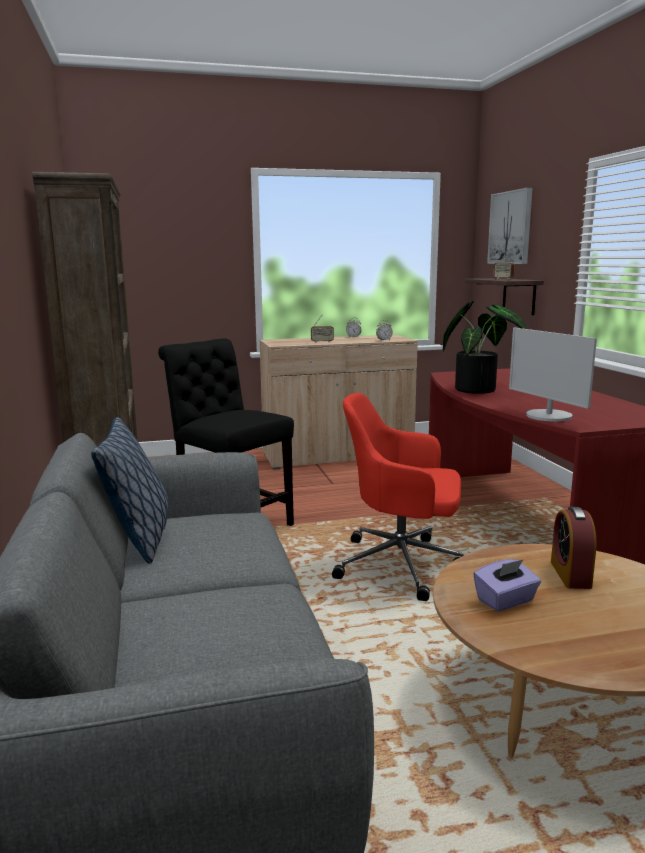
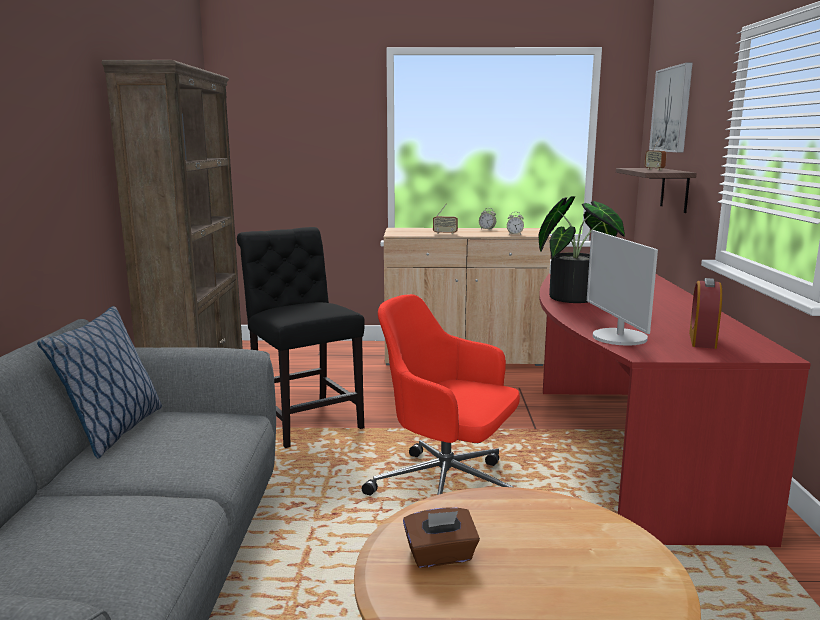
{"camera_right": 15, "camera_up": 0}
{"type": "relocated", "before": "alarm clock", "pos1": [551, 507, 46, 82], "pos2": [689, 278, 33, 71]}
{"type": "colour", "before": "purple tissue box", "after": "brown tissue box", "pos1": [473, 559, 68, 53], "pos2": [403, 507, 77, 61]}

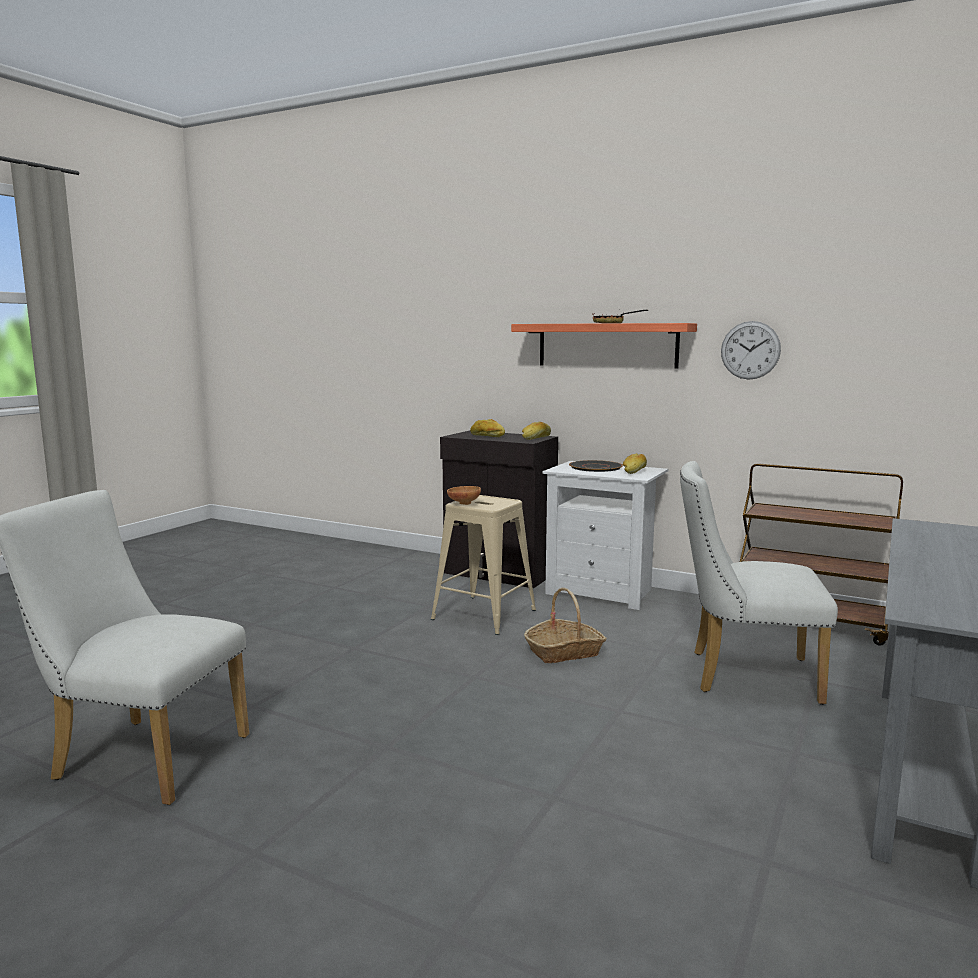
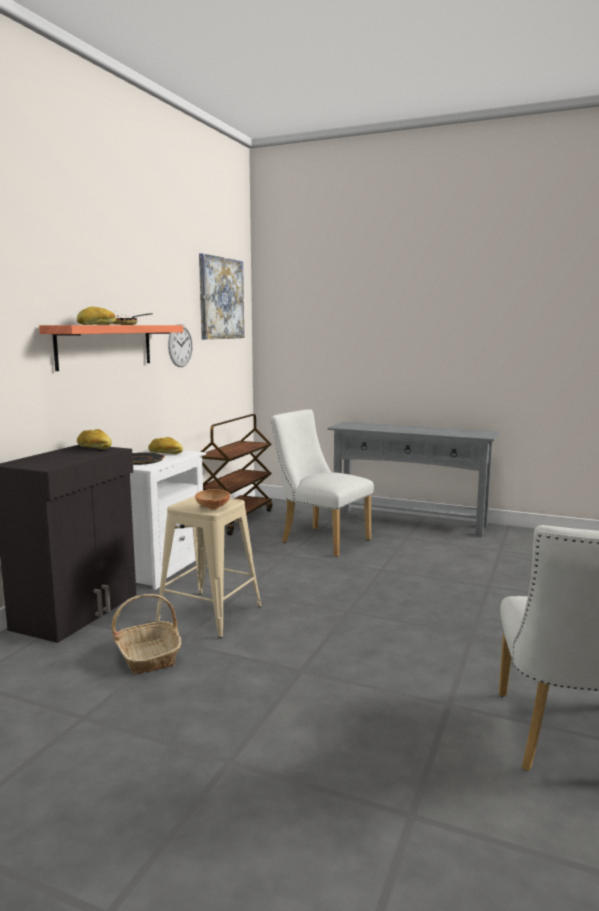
{"camera_right": -95, "camera_up": 0}
{"type": "appeared", "after": "picture", "pos2": [199, 253, 45, 86]}
{"type": "relocated", "before": "bread", "pos1": [470, 419, 35, 18], "pos2": [77, 306, 39, 19]}
{"type": "relocated", "before": "basket", "pos1": [524, 588, 82, 75], "pos2": [112, 594, 69, 80]}
{"type": "spun", "before": "white chair", "pos1": [680, 461, 158, 244], "pos2": [270, 409, 104, 148], "turn": 120}

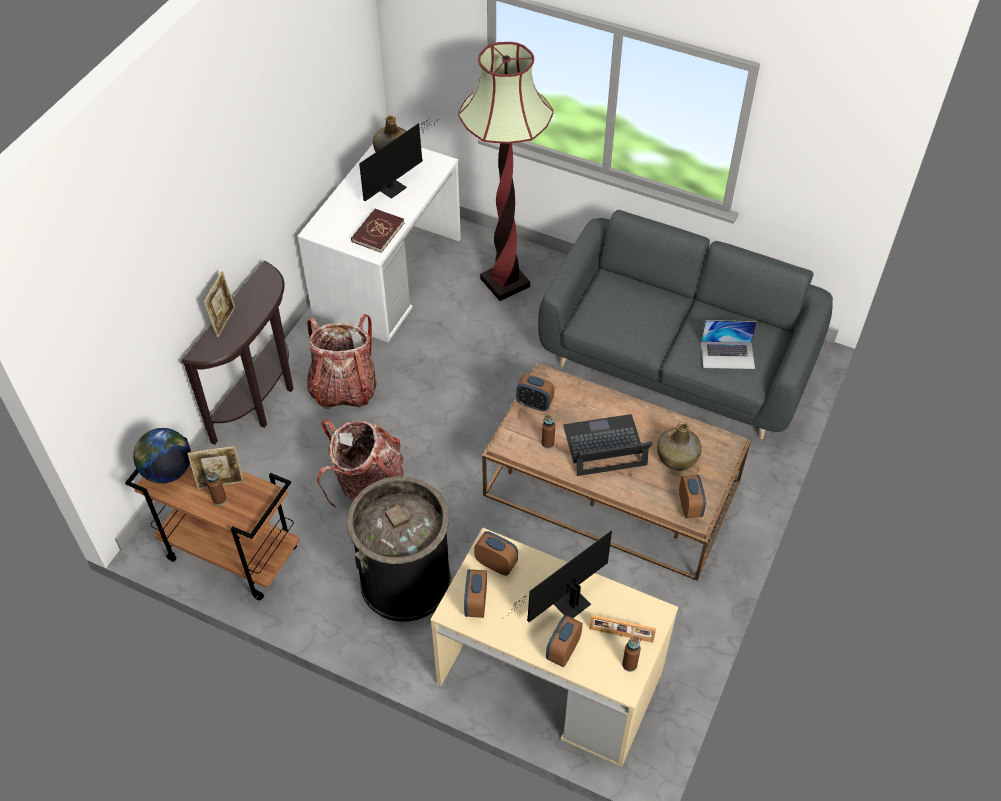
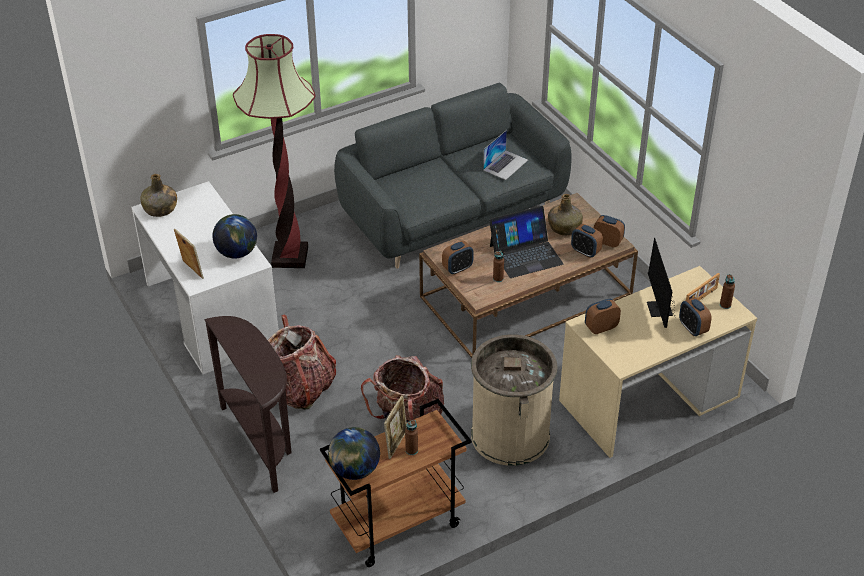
{"camera_right": -55, "camera_up": -10}
{"type": "missing", "before": "monitor", "pos1": [359, 118, 74, 83]}
{"type": "relocated", "before": "picture frame", "pos1": [204, 271, 31, 66], "pos2": [174, 228, 30, 51]}
{"type": "relocated", "before": "alarm clock", "pos1": [464, 569, 23, 49], "pos2": [571, 224, 32, 34]}
{"type": "exchanged", "before": "red book", "after": "globe", "pos1": [351, 209, 53, 44], "pos2": [212, 214, 45, 44]}
{"type": "colour", "before": "black trash can", "after": "beige trash can", "pos1": [347, 476, 104, 146], "pos2": [471, 335, 87, 131]}
{"type": "spun", "before": "laptop", "pos1": [563, 414, 90, 62], "pos2": [489, 206, 75, 72], "turn": -135}

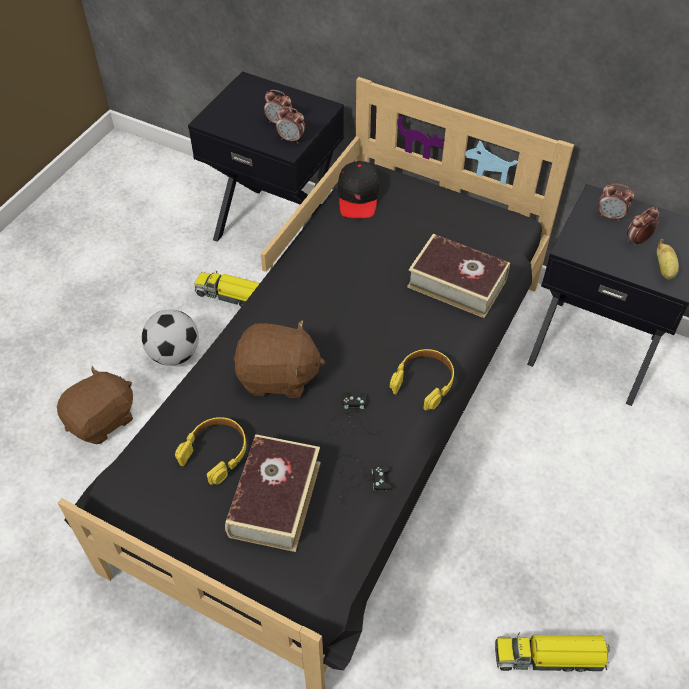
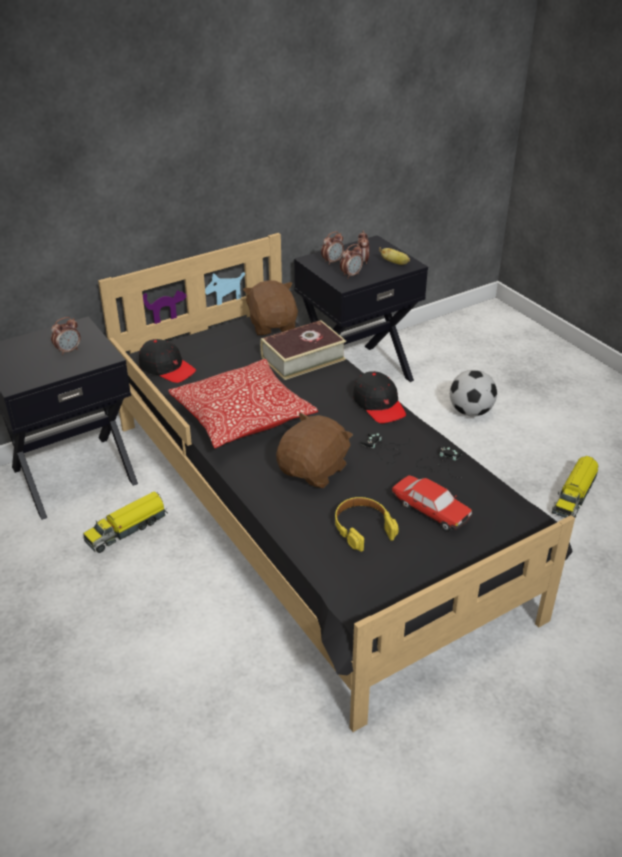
{"camera_right": -60, "camera_up": -15}
{"type": "appeared", "after": "pillow", "pos2": [168, 359, 150, 89]}
{"type": "relocated", "before": "brown plush toy", "pos1": [57, 366, 76, 78], "pos2": [243, 280, 55, 55]}
{"type": "relocated", "before": "football", "pos1": [142, 309, 57, 57], "pos2": [450, 370, 47, 47]}
{"type": "relocated", "before": "alarm clock", "pos1": [276, 107, 29, 36], "pos2": [340, 244, 23, 34]}
{"type": "exchanged", "before": "book", "after": "toy car", "pos1": [225, 434, 96, 118], "pos2": [392, 475, 80, 57]}
{"type": "exchanged", "before": "yellow headphones", "after": "black cap", "pos1": [390, 349, 64, 61], "pos2": [353, 371, 53, 53]}

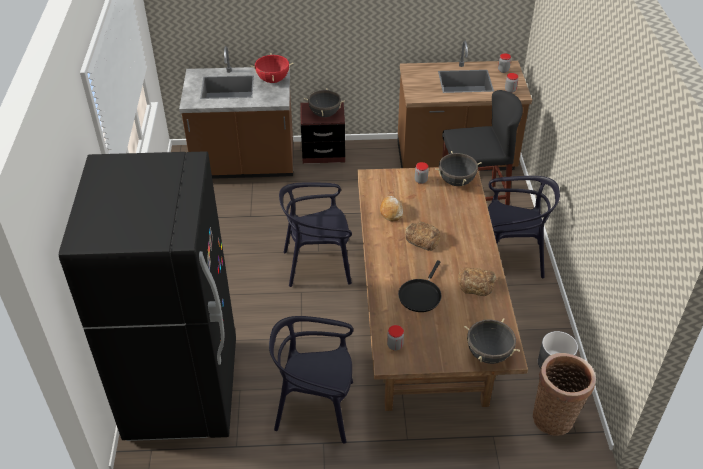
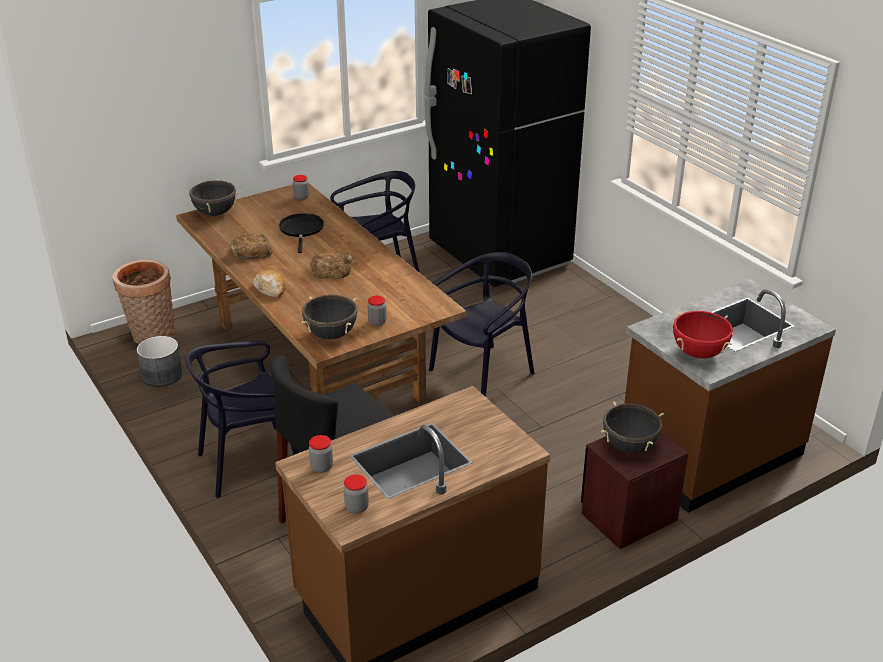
{"camera_right": 150, "camera_up": -10}
{"type": "relocated", "before": "bread", "pos1": [380, 196, 23, 25], "pos2": [253, 270, 33, 28]}

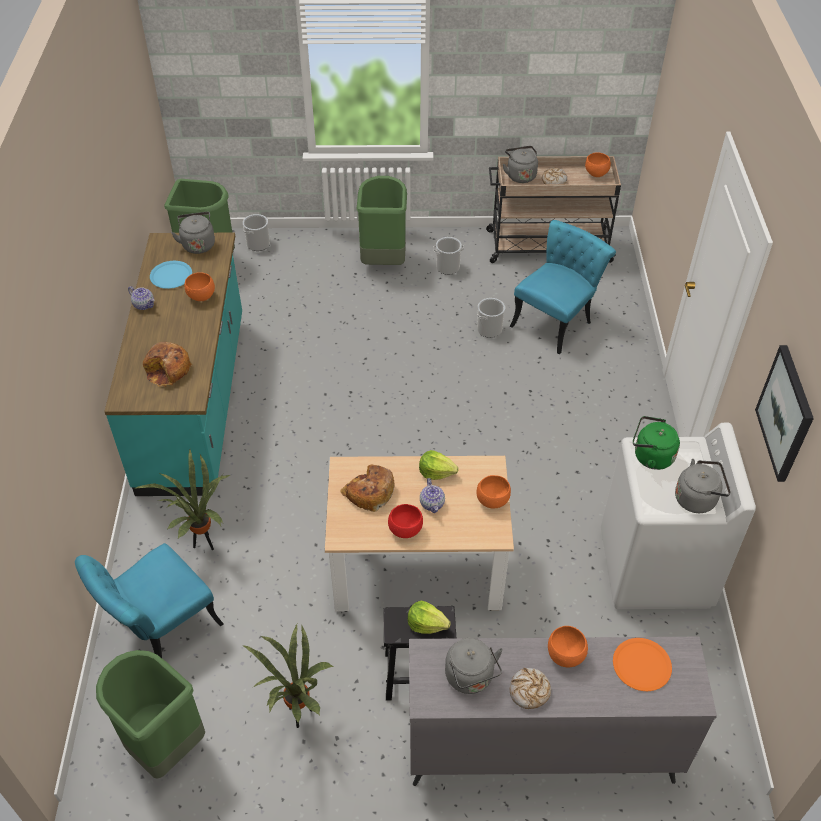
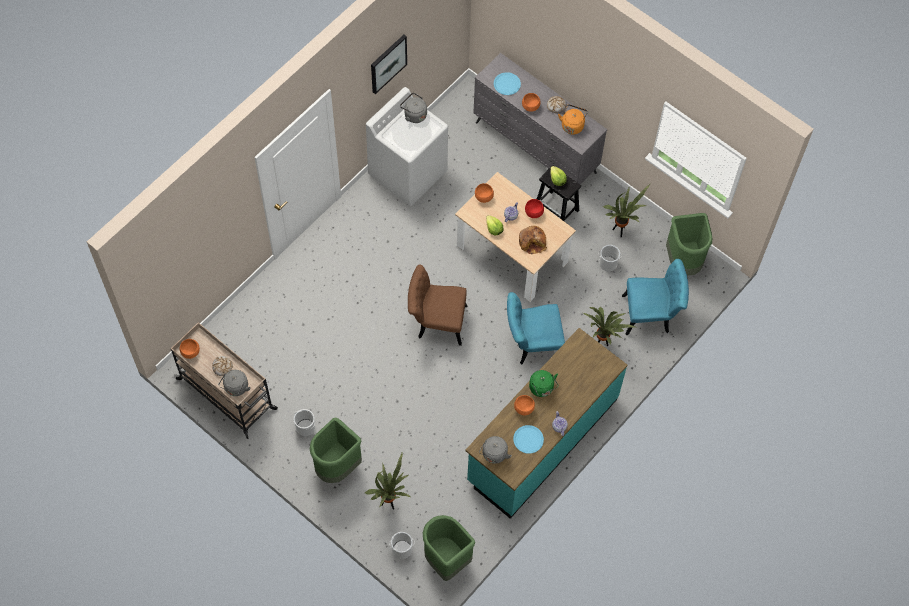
{"camera_right": -140, "camera_up": 15}
{"type": "missing", "before": "bread", "pos1": [143, 342, 49, 45]}
{"type": "appeared", "after": "potted plant", "pos2": [365, 452, 46, 58]}
{"type": "appeared", "after": "brown chair", "pos2": [408, 264, 59, 82]}
{"type": "relocated", "before": "bucket", "pos1": [477, 298, 28, 40], "pos2": [598, 245, 24, 27]}
{"type": "relocated", "before": "turquoise chair", "pos1": [510, 220, 106, 134], "pos2": [507, 292, 58, 73]}
{"type": "relocated", "before": "green kettle", "pos1": [633, 416, 47, 54], "pos2": [529, 370, 29, 27]}
{"type": "colour", "before": "grey kettle", "after": "orange kettle", "pos1": [445, 638, 58, 56], "pos2": [558, 104, 30, 31]}
{"type": "colour", "before": "orange plate", "after": "blue plate", "pos1": [613, 638, 59, 53], "pos2": [494, 72, 27, 23]}

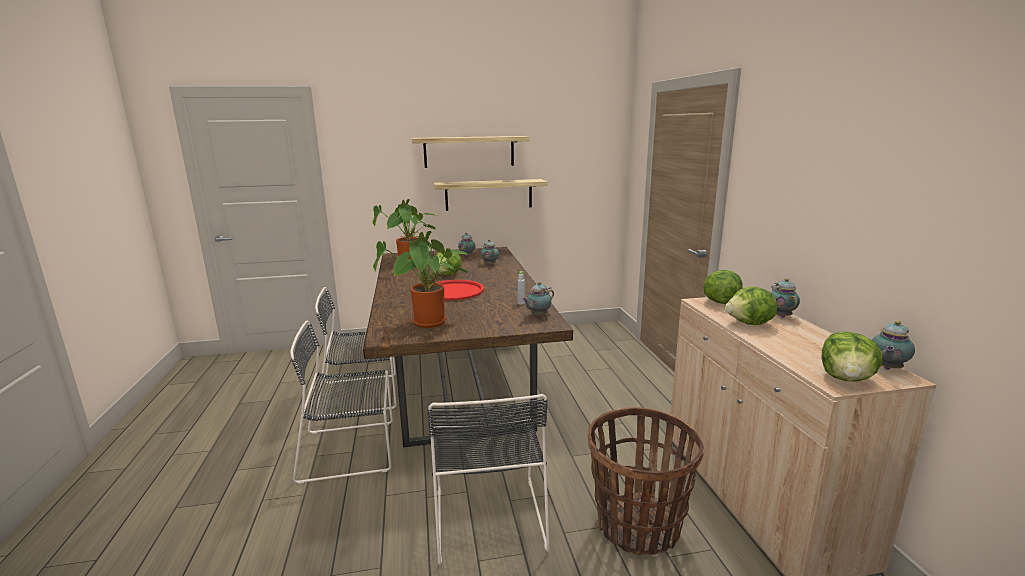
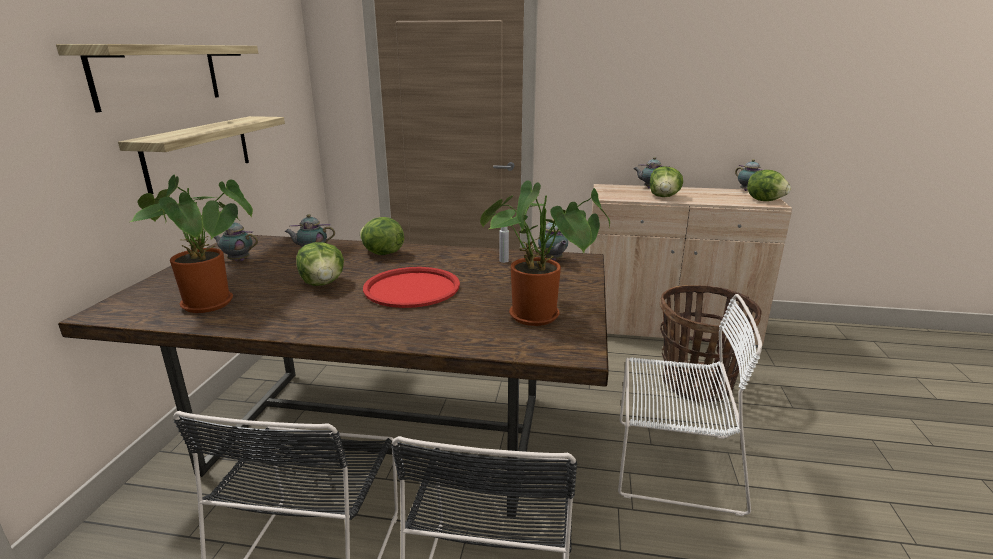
{"camera_right": -70, "camera_up": 5}
{"type": "relocated", "before": "lettuce", "pos1": [704, 270, 39, 34], "pos2": [360, 217, 44, 38]}
{"type": "colour", "before": "black chair", "after": "white chair", "pos1": [427, 394, 123, 171], "pos2": [618, 294, 144, 222]}

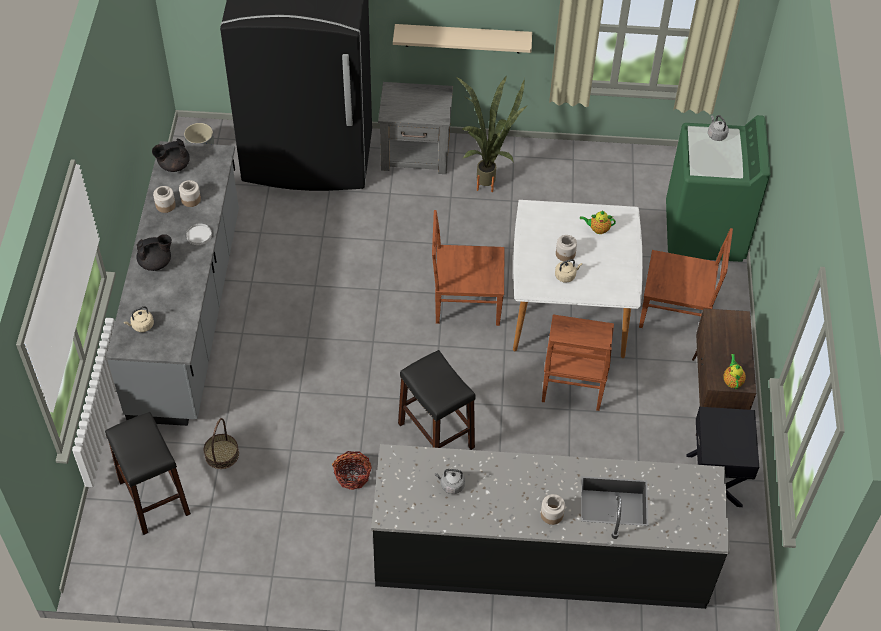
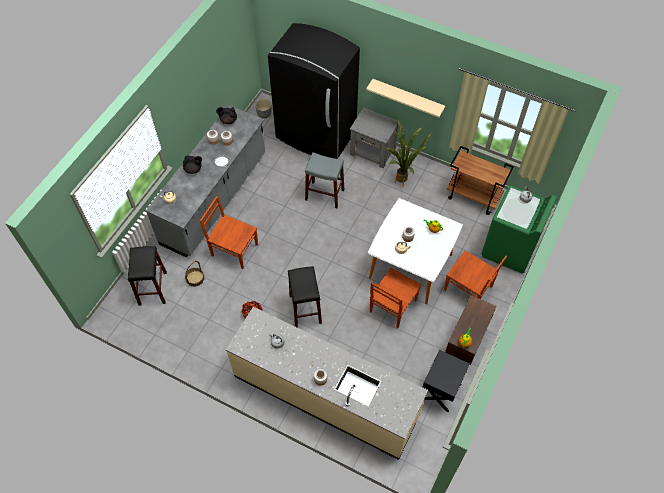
{"camera_right": 25, "camera_up": 5}
{"type": "appeared", "after": "grey stool", "pos2": [305, 152, 39, 56]}
{"type": "appeared", "after": "brown cart", "pos2": [447, 146, 67, 69]}
{"type": "relocated", "before": "brown chair", "pos1": [432, 210, 72, 116], "pos2": [200, 196, 58, 73]}
{"type": "colour", "before": "black counter", "after": "beige counter", "pos1": [371, 444, 359, 165], "pos2": [226, 307, 202, 153]}

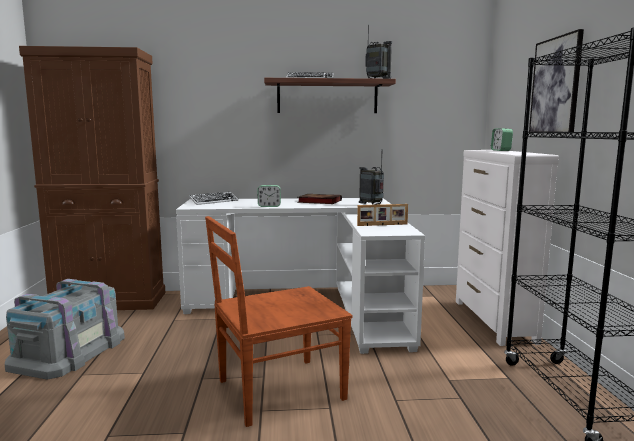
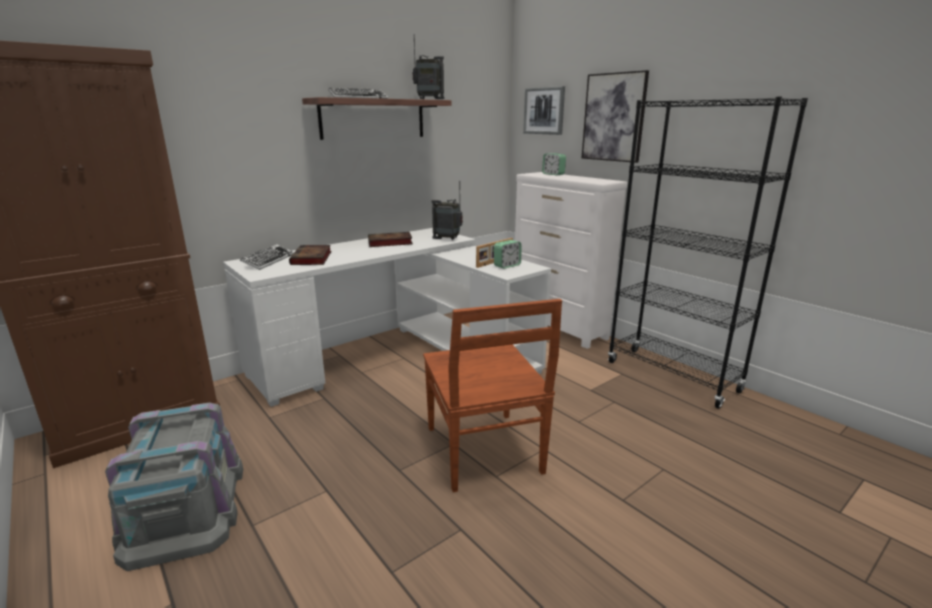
{"camera_right": -35, "camera_up": 10}
{"type": "appeared", "after": "book", "pos2": [289, 245, 43, 20]}
{"type": "appeared", "after": "picture", "pos2": [523, 86, 42, 49]}
{"type": "relocated", "before": "alarm clock", "pos1": [258, 185, 23, 22], "pos2": [494, 240, 27, 29]}
{"type": "spun", "before": "brown chair", "pos1": [205, 216, 148, 211], "pos2": [423, 299, 139, 193], "turn": -45}

